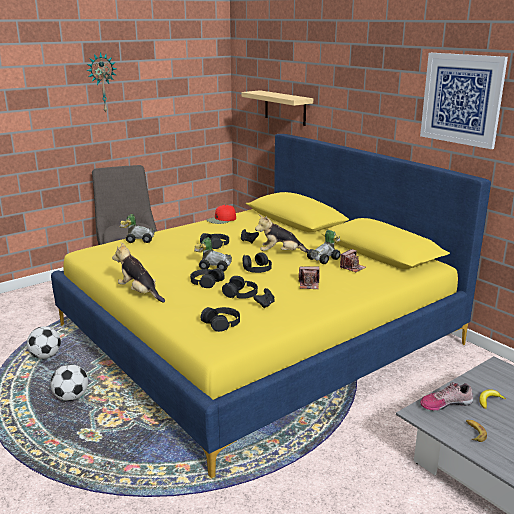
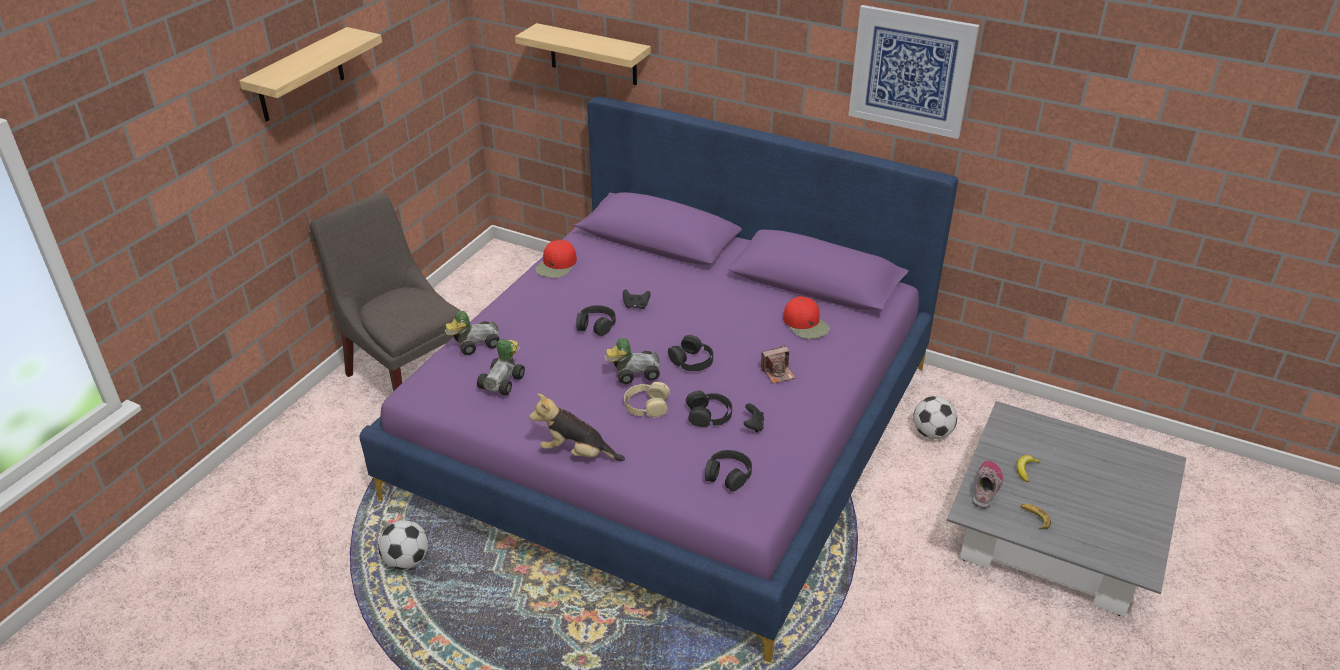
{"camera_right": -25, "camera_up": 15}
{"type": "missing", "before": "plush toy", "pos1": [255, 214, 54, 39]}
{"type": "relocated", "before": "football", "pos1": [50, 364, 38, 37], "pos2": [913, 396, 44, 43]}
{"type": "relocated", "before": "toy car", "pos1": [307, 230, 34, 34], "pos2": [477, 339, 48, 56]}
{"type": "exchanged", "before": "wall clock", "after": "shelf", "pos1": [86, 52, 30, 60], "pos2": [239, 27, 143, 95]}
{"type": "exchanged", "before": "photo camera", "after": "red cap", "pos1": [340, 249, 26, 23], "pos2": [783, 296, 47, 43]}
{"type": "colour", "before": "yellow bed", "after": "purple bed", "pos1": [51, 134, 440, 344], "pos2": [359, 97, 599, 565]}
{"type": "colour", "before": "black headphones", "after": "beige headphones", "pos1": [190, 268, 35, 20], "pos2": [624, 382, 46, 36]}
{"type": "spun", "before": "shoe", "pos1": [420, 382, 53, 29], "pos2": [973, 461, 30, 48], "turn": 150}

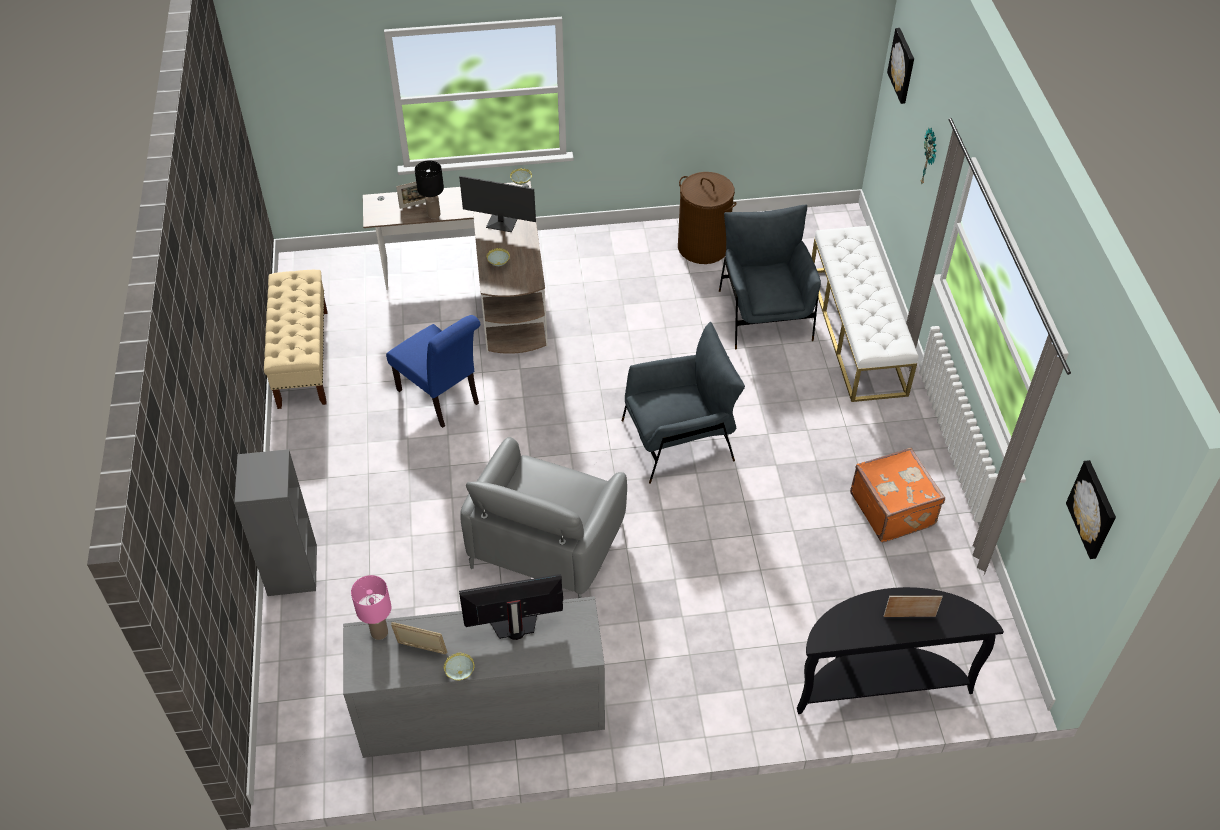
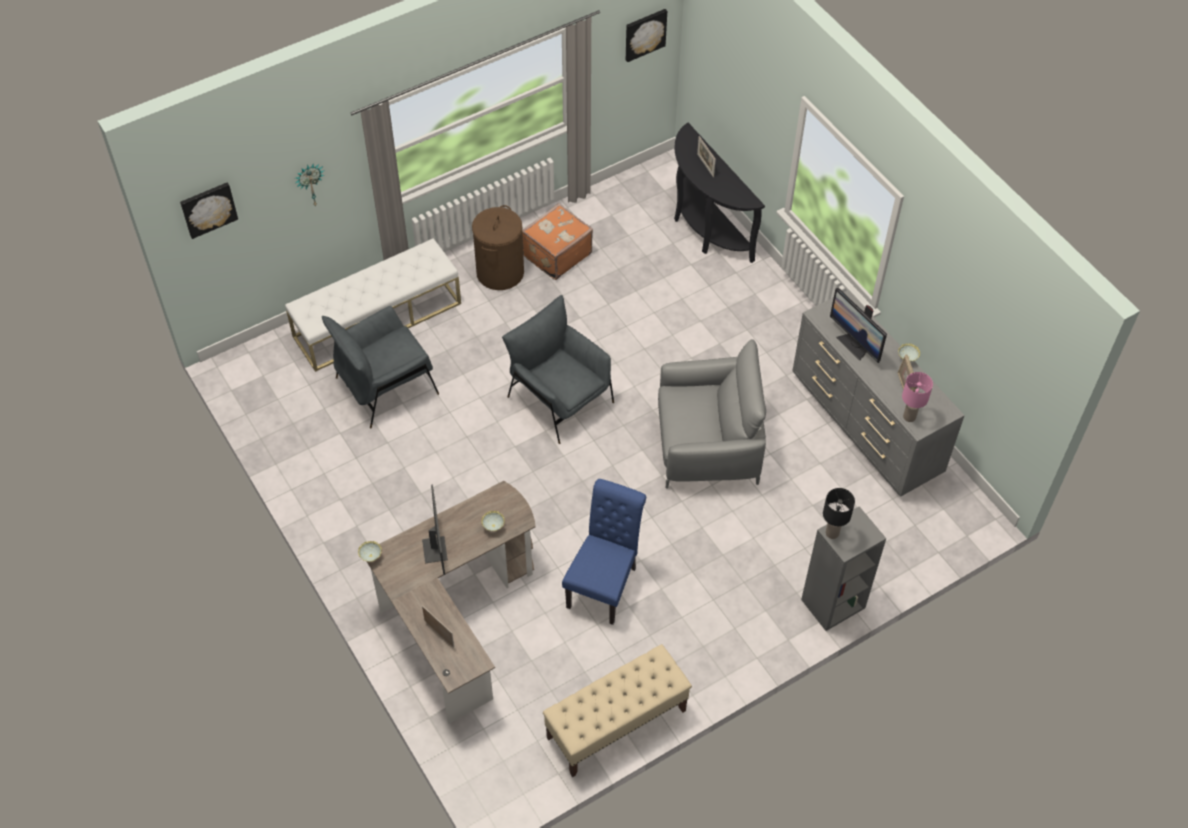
{"camera_right": -115, "camera_up": 5}
{"type": "relocated", "before": "black table lamp", "pos1": [415, 160, 29, 59], "pos2": [823, 488, 32, 51]}
{"type": "relocated", "before": "brown laundry basket", "pos1": [678, 172, 59, 92], "pos2": [472, 205, 52, 85]}

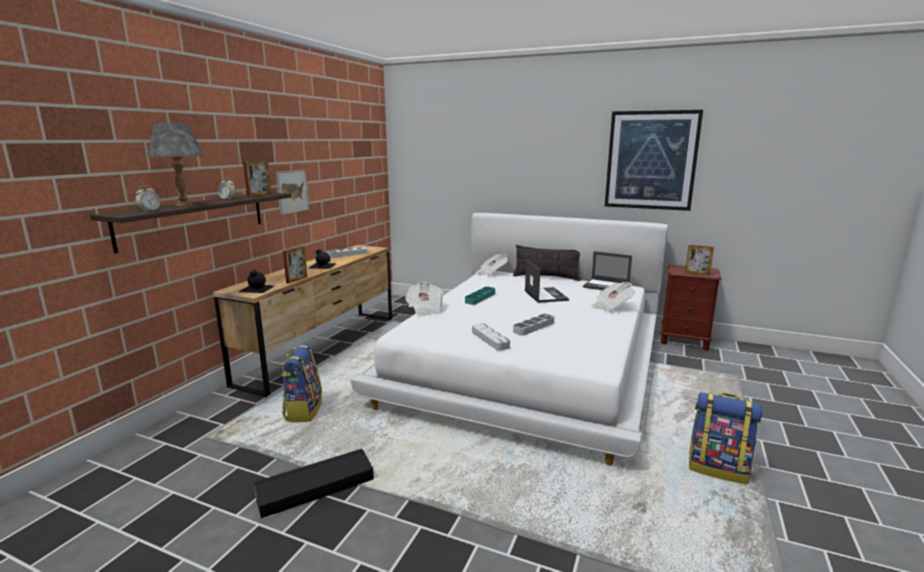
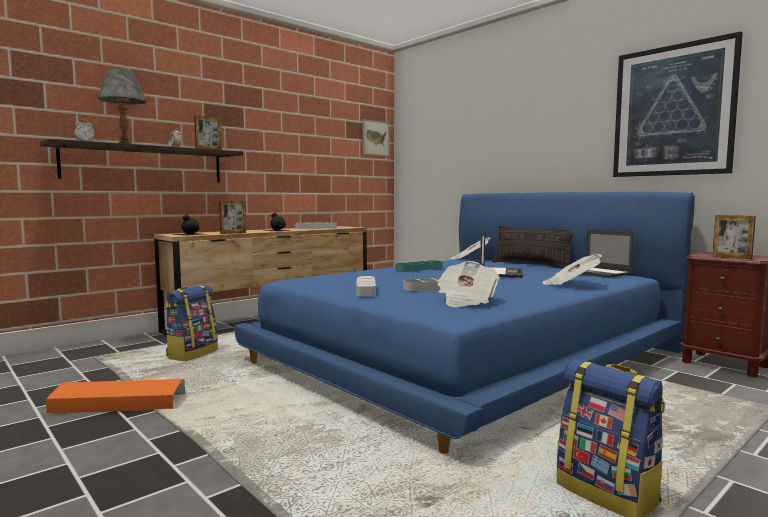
{"camera_right": 25, "camera_up": -10}
{"type": "relocated", "before": "picture", "pos1": [276, 170, 33, 45], "pos2": [363, 119, 26, 37]}
{"type": "relocated", "before": "newspaper", "pos1": [405, 282, 39, 34], "pos2": [437, 261, 63, 46]}
{"type": "colour", "before": "black storage box", "after": "orange storage box", "pos1": [253, 449, 121, 70], "pos2": [46, 379, 139, 35]}
{"type": "colour", "before": "white bed", "after": "blue bed", "pos1": [351, 213, 317, 253], "pos2": [234, 192, 461, 262]}

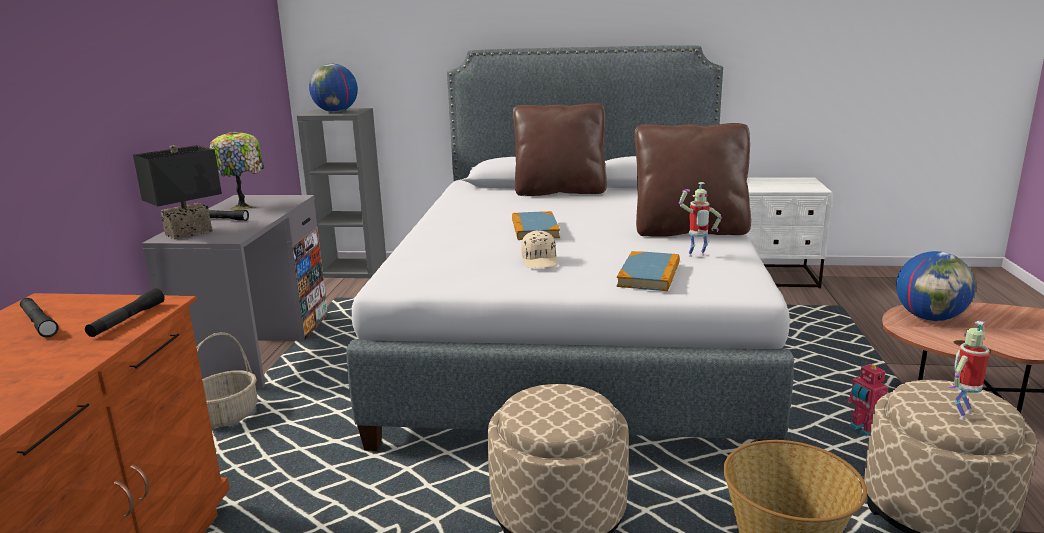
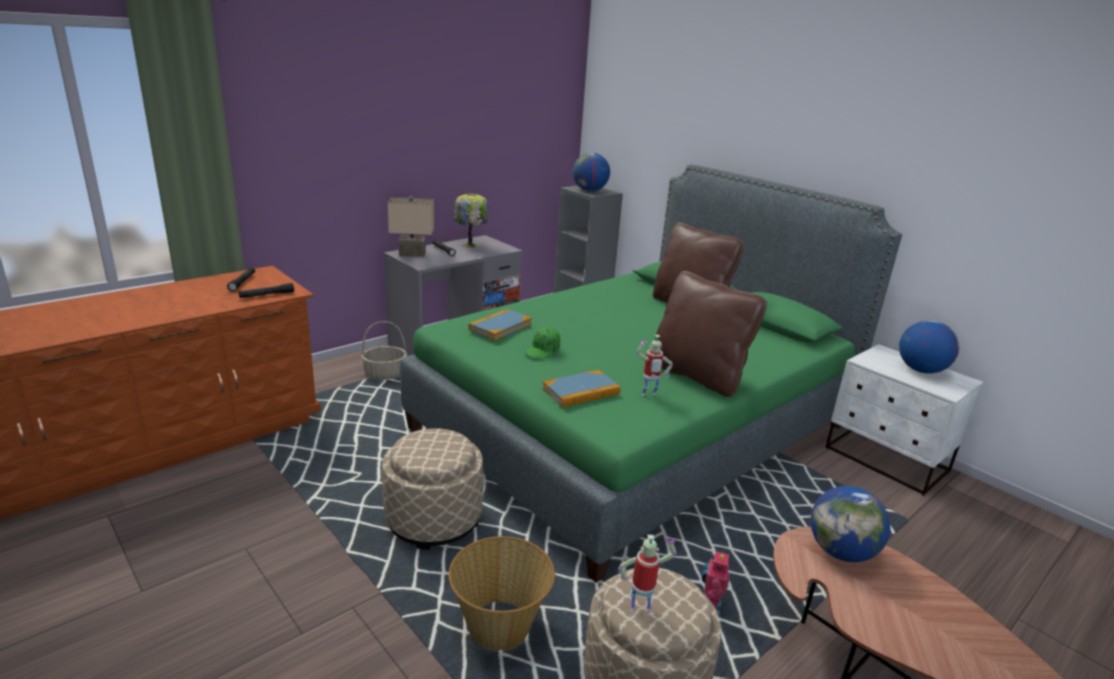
{"camera_right": 40, "camera_up": 5}
{"type": "appeared", "after": "globe", "pos2": [899, 320, 60, 53]}
{"type": "relocated", "before": "book", "pos1": [512, 211, 48, 29], "pos2": [468, 309, 64, 32]}
{"type": "colour", "before": "black table lamp", "after": "beige table lamp", "pos1": [133, 145, 89, 95], "pos2": [388, 197, 46, 60]}
{"type": "colour", "before": "grey bed", "after": "green bed", "pos1": [347, 45, 447, 406], "pos2": [400, 164, 502, 419]}
{"type": "colour", "before": "beige cap", "after": "green cap", "pos1": [521, 230, 37, 38], "pos2": [525, 327, 35, 32]}
{"type": "spun", "before": "toy robot", "pos1": [679, 182, 43, 75], "pos2": [637, 335, 36, 61], "turn": -45}

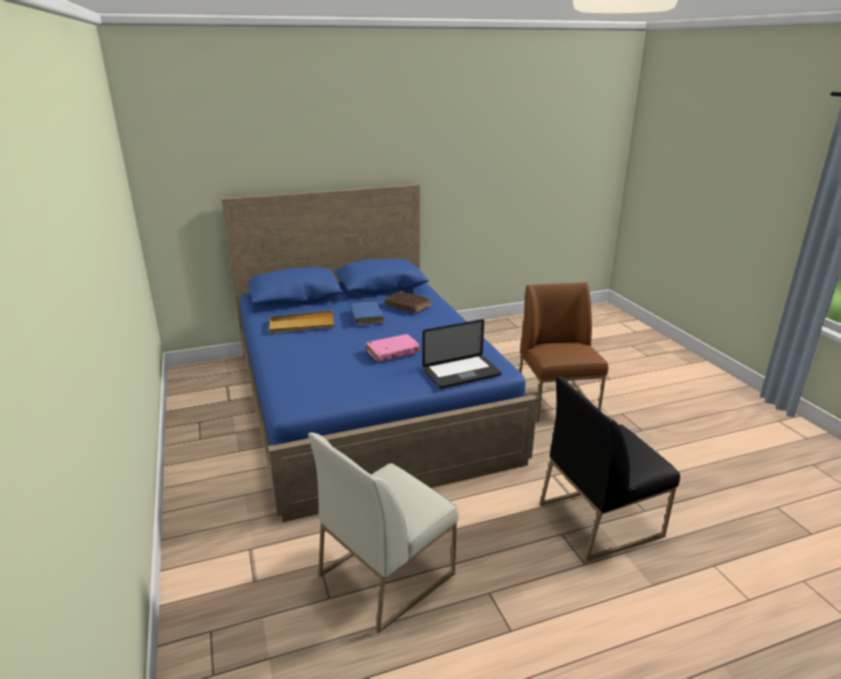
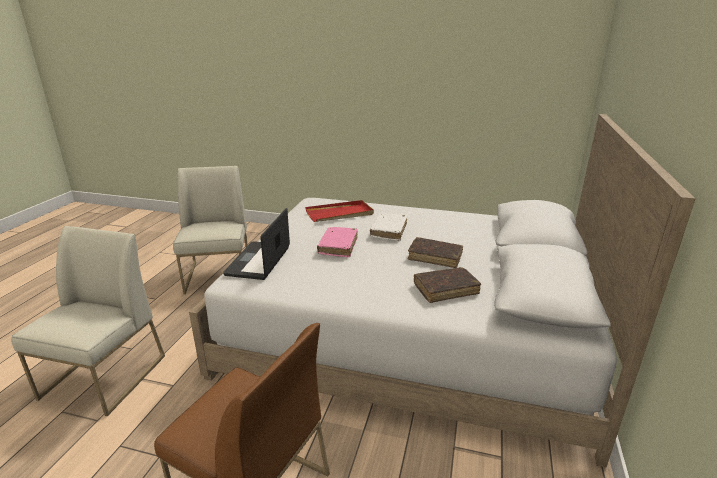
{"camera_right": 125, "camera_up": 0}
{"type": "missing", "before": "beige tray", "pos1": [269, 311, 66, 23]}
{"type": "appeared", "after": "red tray", "pos2": [305, 200, 69, 22]}
{"type": "appeared", "after": "white book", "pos2": [370, 213, 37, 28]}
{"type": "colour", "before": "blue bed", "after": "white bed", "pos1": [222, 184, 316, 338], "pos2": [189, 114, 507, 353]}
{"type": "colour", "before": "blue book", "after": "brown book", "pos1": [350, 301, 34, 24], "pos2": [408, 237, 55, 31]}
{"type": "colour", "before": "black chair", "after": "white chair", "pos1": [539, 376, 141, 186], "pos2": [11, 226, 154, 190]}

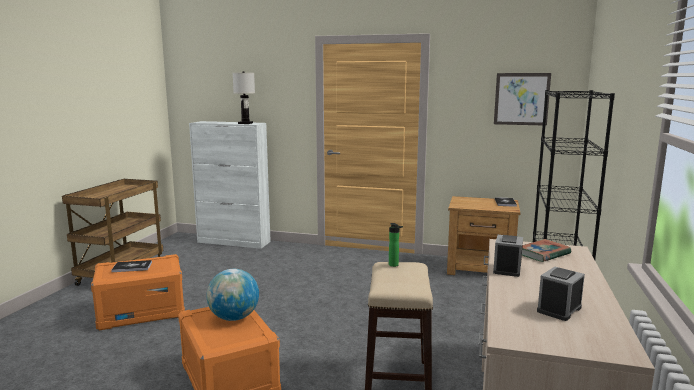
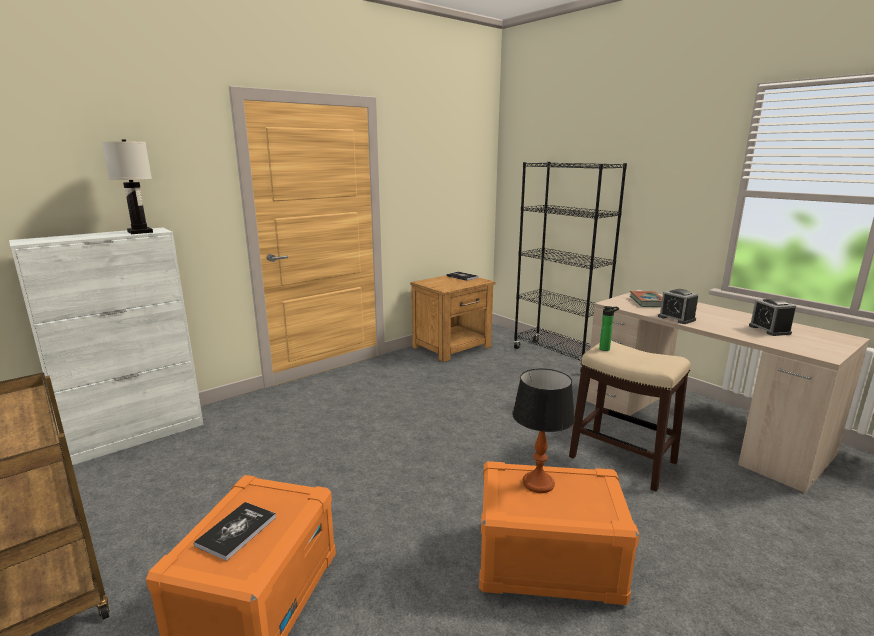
{"camera_right": -55, "camera_up": 5}
{"type": "missing", "before": "picture", "pos1": [494, 73, 57, 53]}
{"type": "exchanged", "before": "globe", "after": "table lamp", "pos1": [207, 269, 52, 52], "pos2": [512, 369, 63, 124]}

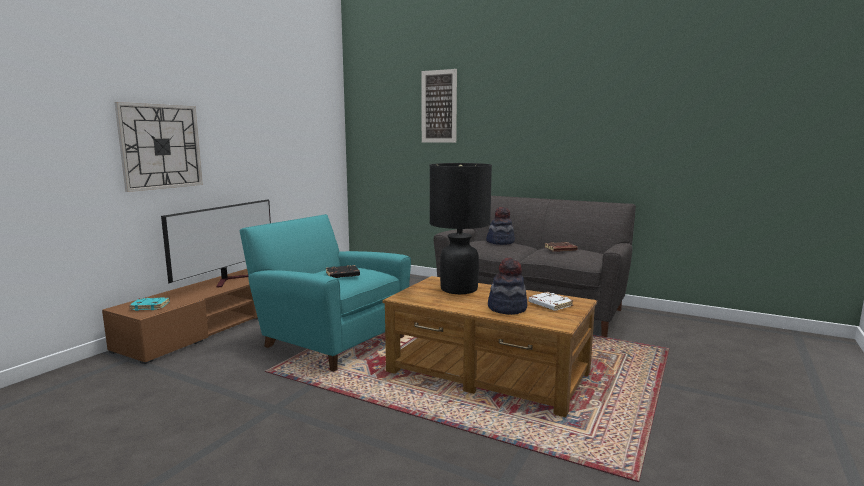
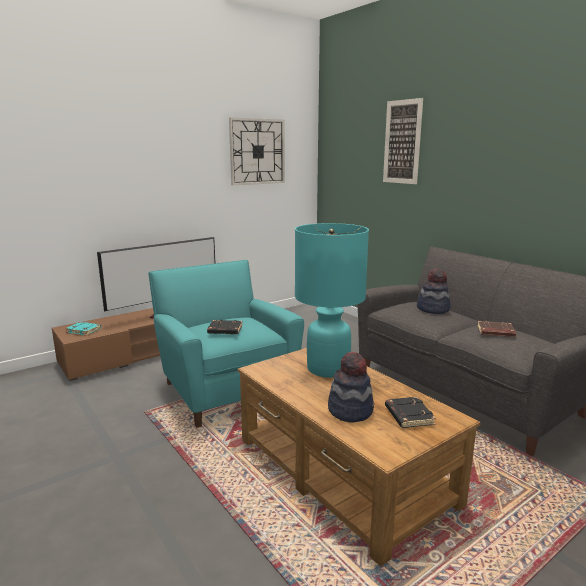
{"camera_right": 25, "camera_up": 5}
{"type": "relocated", "before": "wall clock", "pos1": [115, 102, 88, 90], "pos2": [229, 118, 56, 67]}
{"type": "colour", "before": "black table lamp", "after": "turquoise table lamp", "pos1": [430, 163, 62, 131], "pos2": [295, 223, 74, 155]}
{"type": "colour", "before": "white book", "after": "black book", "pos1": [529, 292, 45, 19], "pos2": [385, 397, 51, 31]}

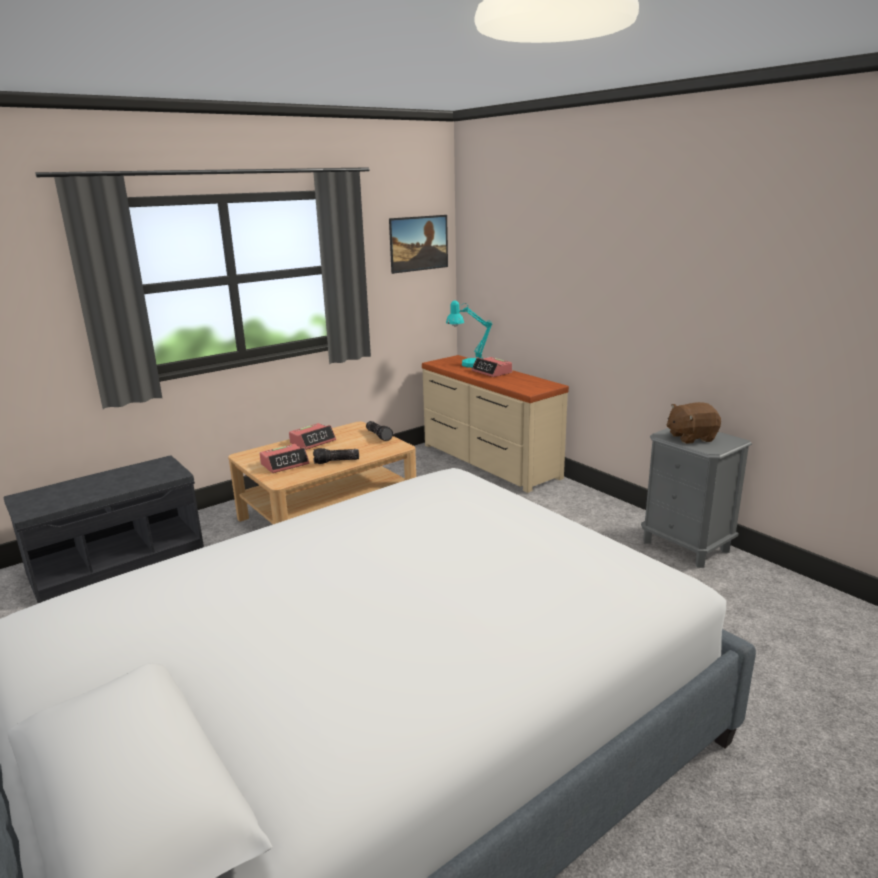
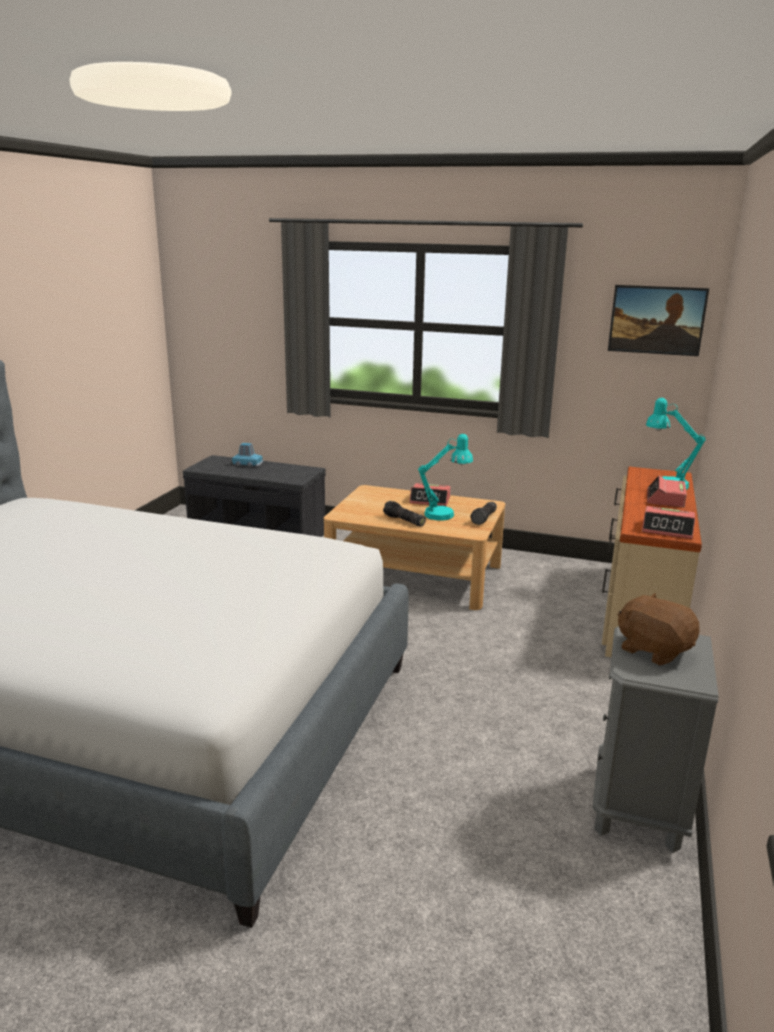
{"camera_right": 55, "camera_up": 0}
{"type": "appeared", "after": "blue toy car", "pos2": [232, 443, 31, 24]}
{"type": "appeared", "after": "turquoise table lamp", "pos2": [418, 434, 55, 87]}
{"type": "relocated", "before": "alarm clock", "pos1": [260, 444, 49, 29], "pos2": [642, 506, 53, 33]}

